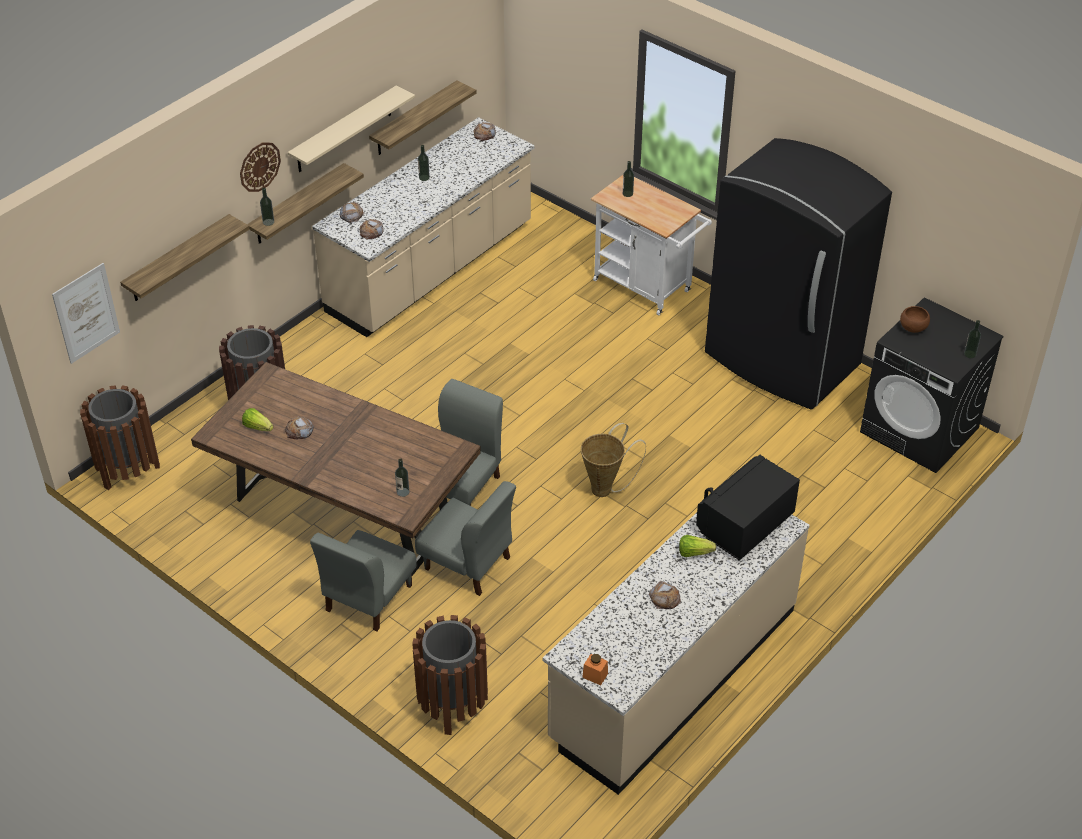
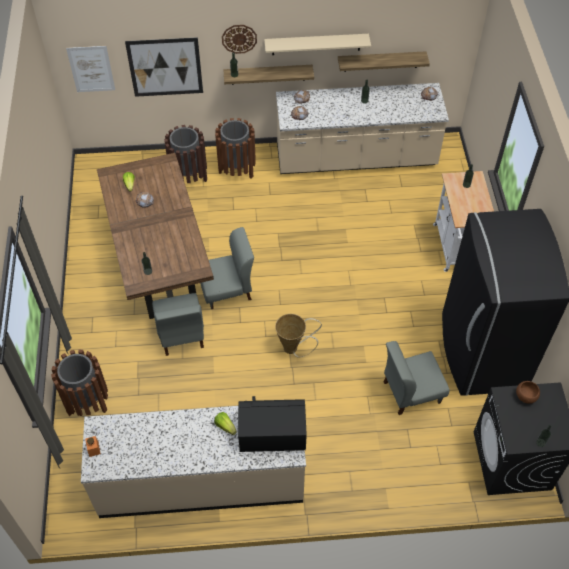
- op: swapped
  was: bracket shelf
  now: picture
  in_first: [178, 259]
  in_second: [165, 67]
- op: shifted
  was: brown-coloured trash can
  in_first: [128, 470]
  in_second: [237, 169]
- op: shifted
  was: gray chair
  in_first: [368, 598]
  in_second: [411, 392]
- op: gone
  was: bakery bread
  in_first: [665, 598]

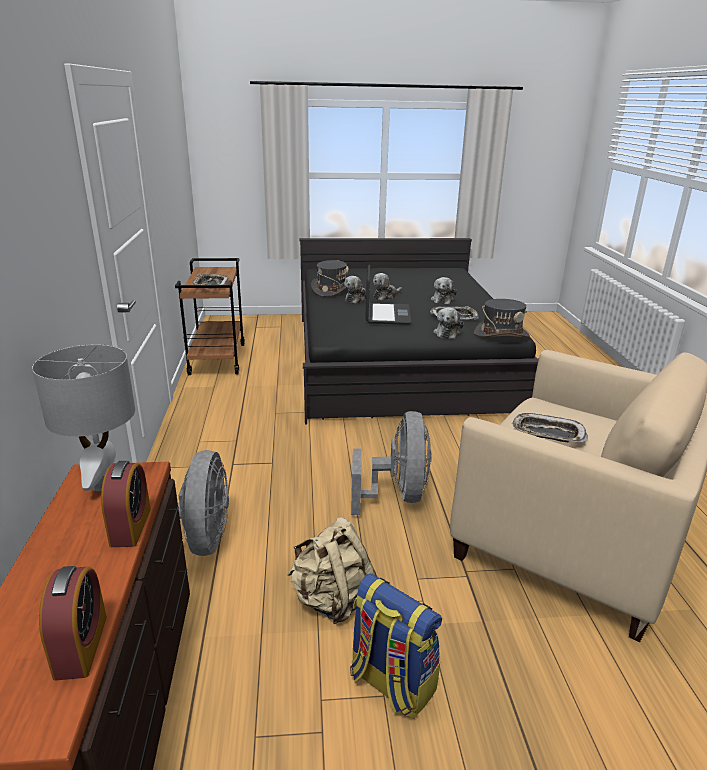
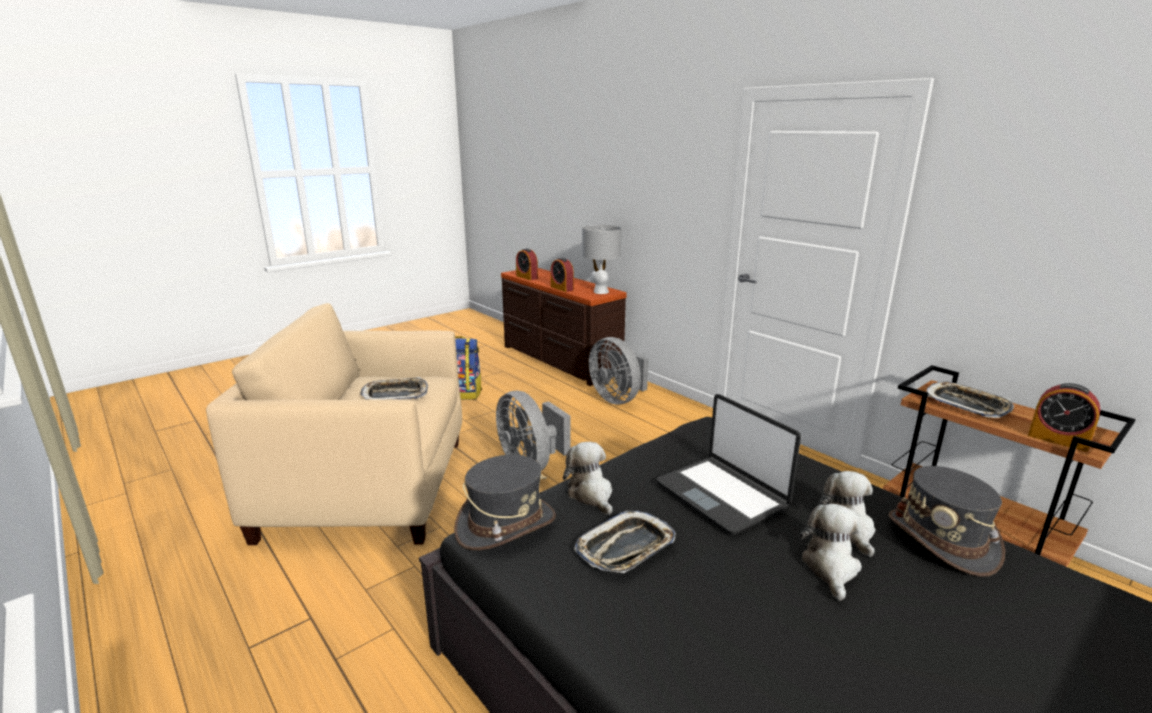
- op: new
  now: table clock
  in_second: [1058, 439]
- op: gone
  was: beige rucksack
  in_first: [331, 600]
- op: gone
  was: plush toy
  in_first: [442, 300]

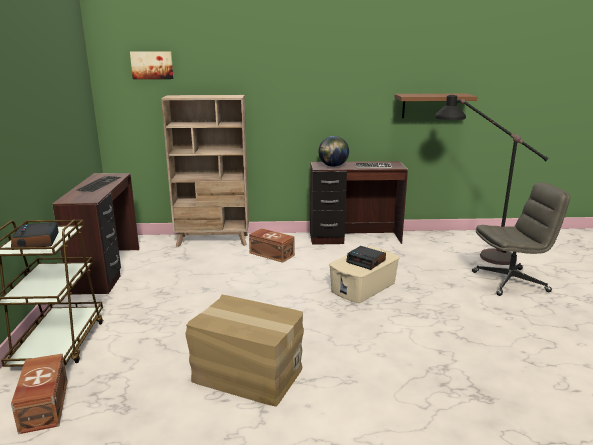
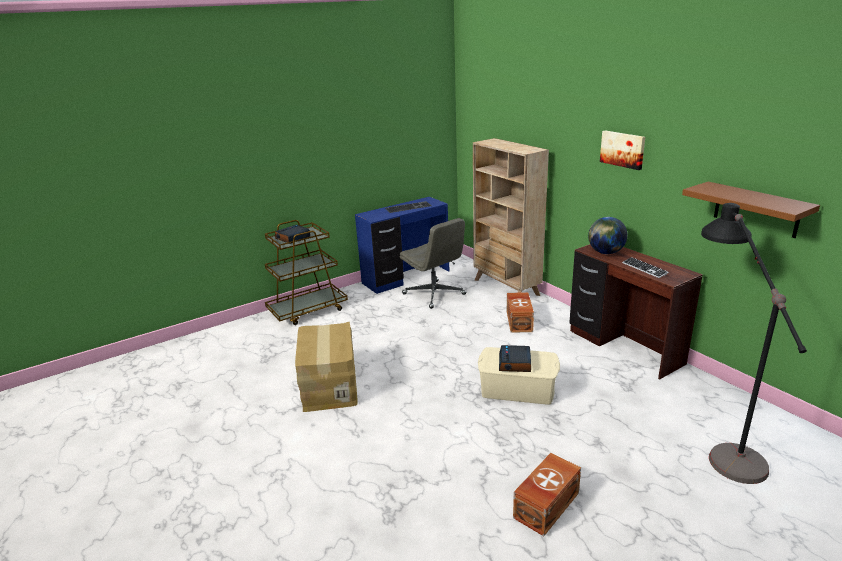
- op: repainted
  was: brown-coloured desk
  now: bluish desk
  in_first: [108, 270]
  in_second: [406, 277]
- op: shifted
  was: gray desk chair
  in_first: [510, 281]
  in_second: [434, 294]
- op: shifted
  was: brown-coloured storage box
  in_first: [43, 406]
  in_second: [545, 505]
- op: shifted
  was: picture
  in_first: [152, 65]
  in_second: [623, 149]

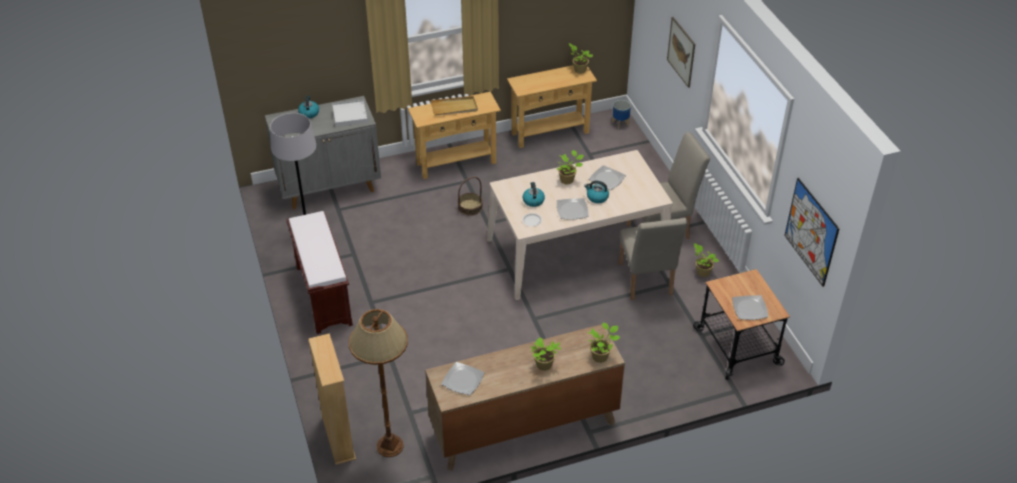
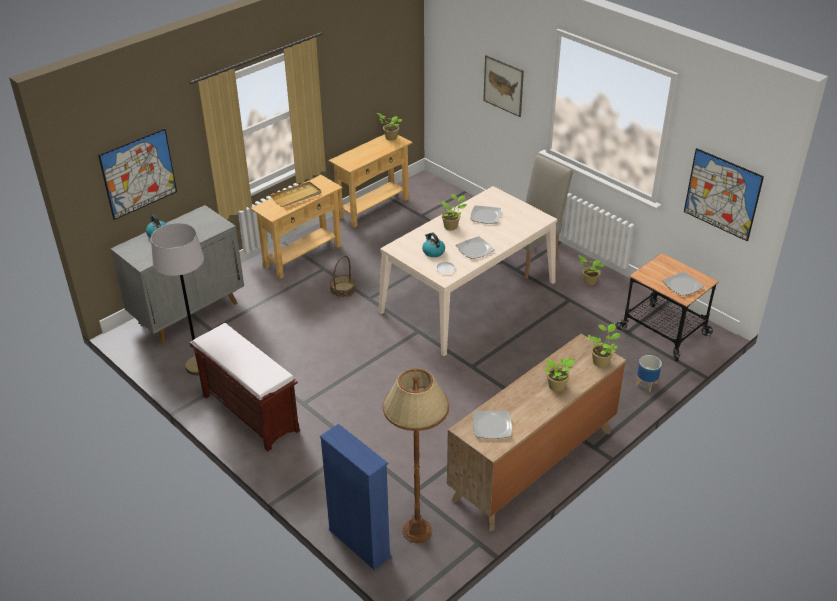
- op: new
  now: picture
  in_second: [138, 173]
- op: repainted
  was: beige bookshelf
  now: bluish bookshelf
  in_first: [338, 438]
  in_second: [359, 543]
- op: shifted
  was: plant pot
  in_first: [620, 123]
  in_second: [646, 384]
- op: gone
  was: white-coloured carrying tray
  in_first: [350, 115]
- op: gone
  was: tea kettle
  in_first: [597, 197]
- op: gone
  was: beige chair
  in_first: [646, 282]

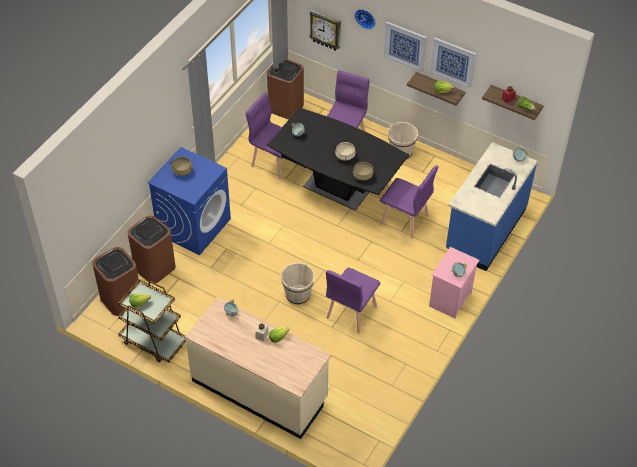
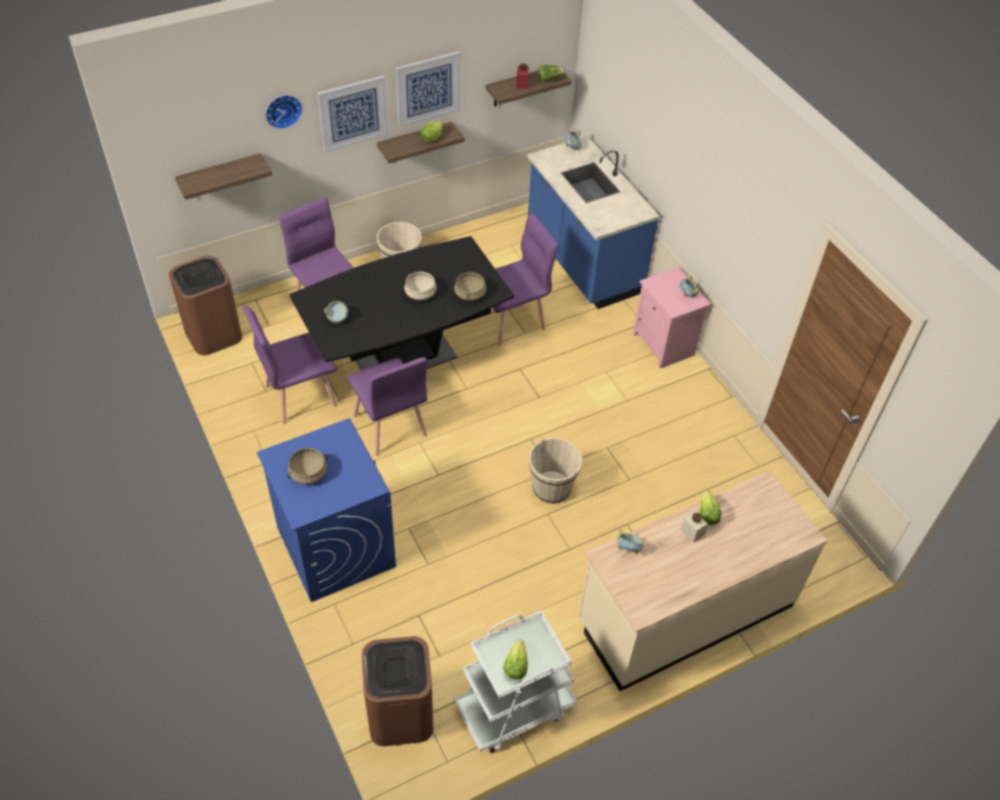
- op: swapped
  was: wall clock
  now: bracket shelf
  in_first: [326, 30]
  in_second: [220, 176]
- op: shifted
  was: purple-coloured chair
  in_first: [351, 312]
  in_second: [389, 426]
- op: repainted
  was: brown-coloured trolley
  now: white-coloured trolley
  in_first: [153, 341]
  in_second: [514, 708]
- op: gone
  was: brown-coloured trash can
  in_first: [154, 267]

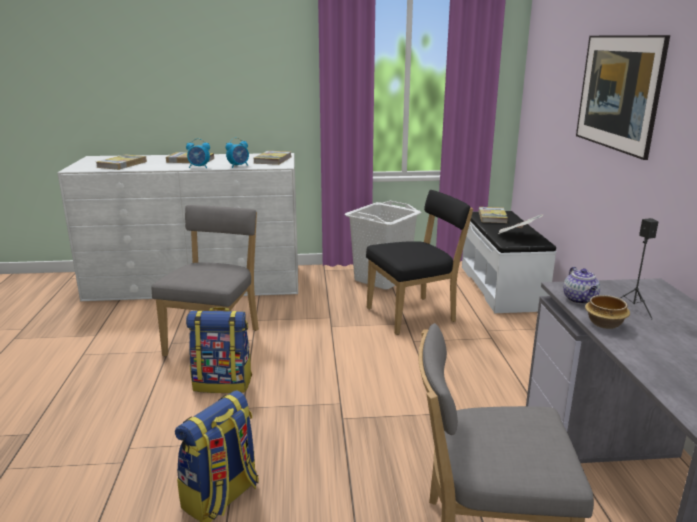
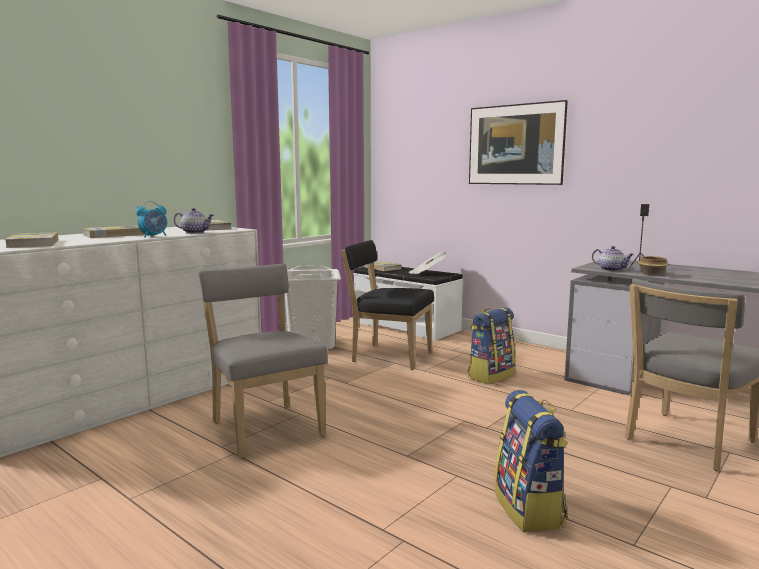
- op: swapped
  was: table clock
  now: pot for tea
  in_first: [239, 166]
  in_second: [195, 232]
- op: rotated
  was: blackish chair
  in_first: [414, 314]
  in_second: [388, 356]
  clockwise: -90
- op: shifted
  was: rucksack
  in_first: [223, 383]
  in_second: [490, 376]

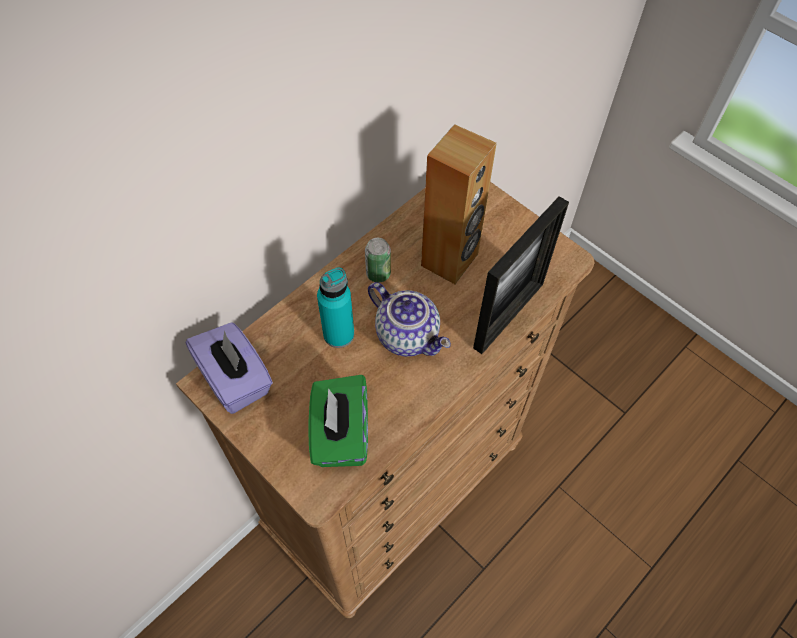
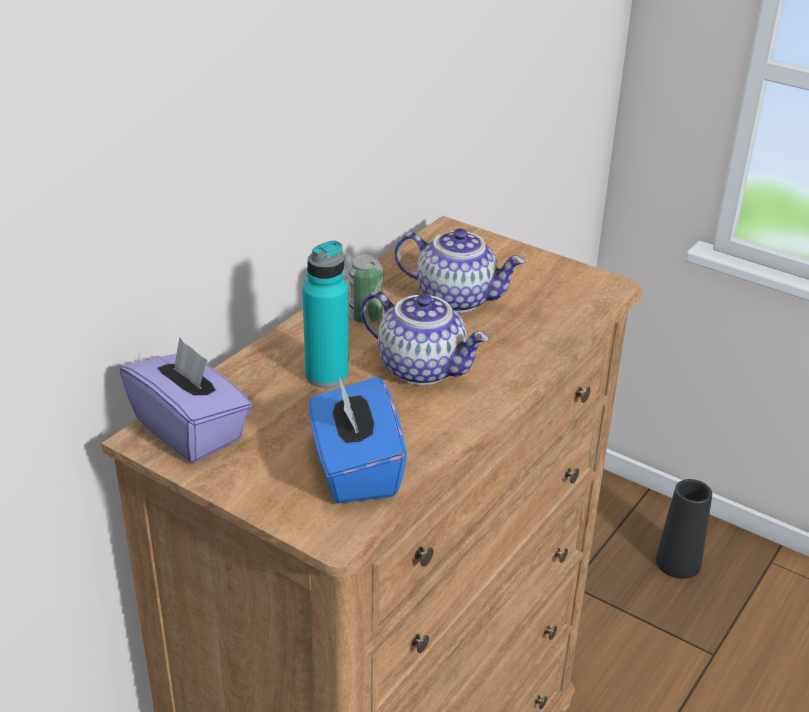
- op: repainted
  was: green-coloured tissue box
  now: bluish tissue box
  in_first: [340, 434]
  in_second: [355, 469]
- op: swapped
  was: brown-coloured loudspeaker
  now: pot for tea
  in_first: [450, 260]
  in_second: [457, 298]
- op: new
  now: blackish decorative vase
  in_second: [678, 562]
- op: gone
  was: photo frame
  in_first: [508, 315]

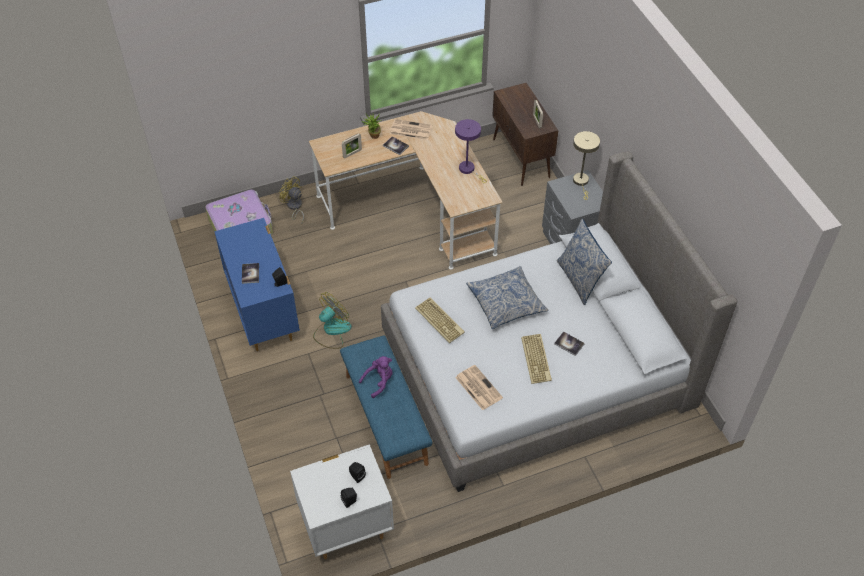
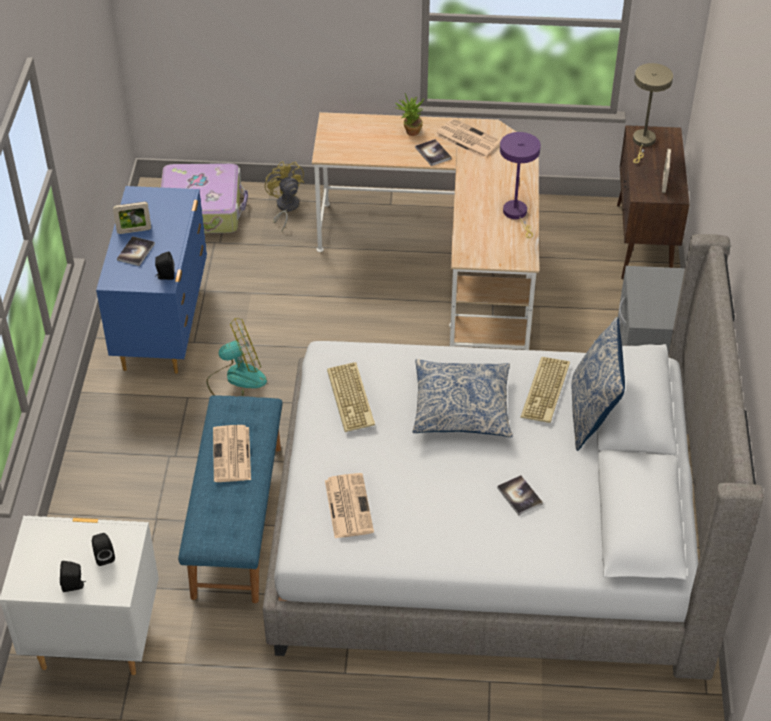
- op: shifted
  was: photo frame
  in_first: [352, 153]
  in_second: [134, 230]
- op: swapped
  was: purple-coloured plush toy
  now: daily paper
  in_first: [379, 381]
  in_second: [232, 455]
- op: shifted
  was: computer keyboard
  in_first: [537, 359]
  in_second: [546, 391]
- op: shifted
  was: beige tabletop lamp
  in_first: [581, 182]
  in_second: [643, 142]

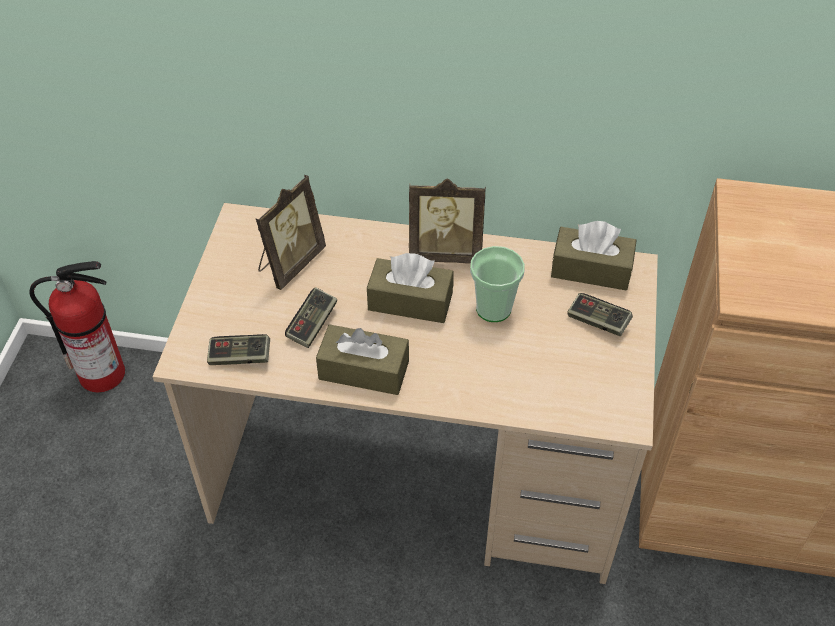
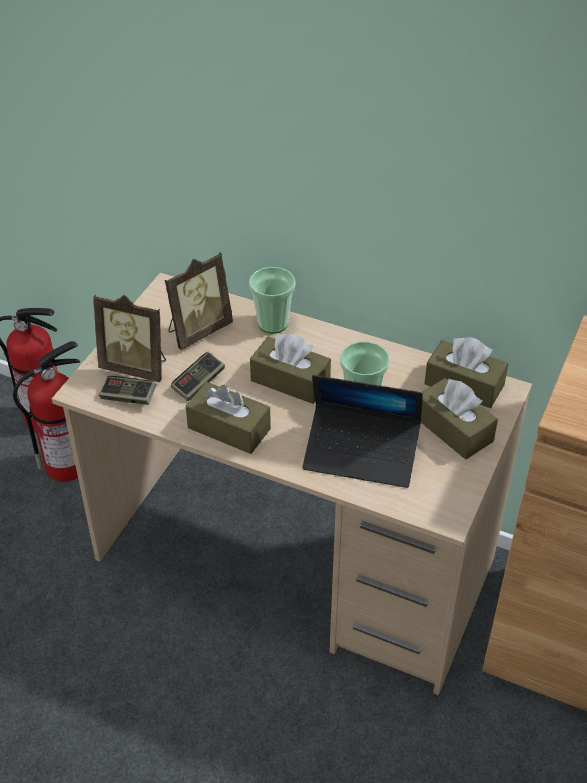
- op: new
  now: extinguisher
  in_second: [68, 464]
- op: shifted
  was: photo frame
  in_first: [445, 252]
  in_second: [136, 367]
- op: new
  now: small cup
  in_second: [273, 323]
- op: new
  now: notebook computer
  in_second: [361, 454]
- op: swapped
  was: gamepad
  now: brown-coloured tissue box
  in_first: [598, 321]
  in_second: [453, 429]

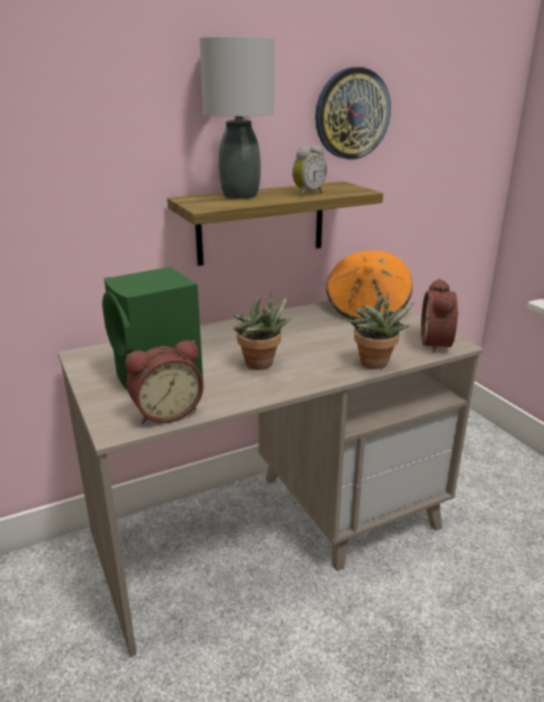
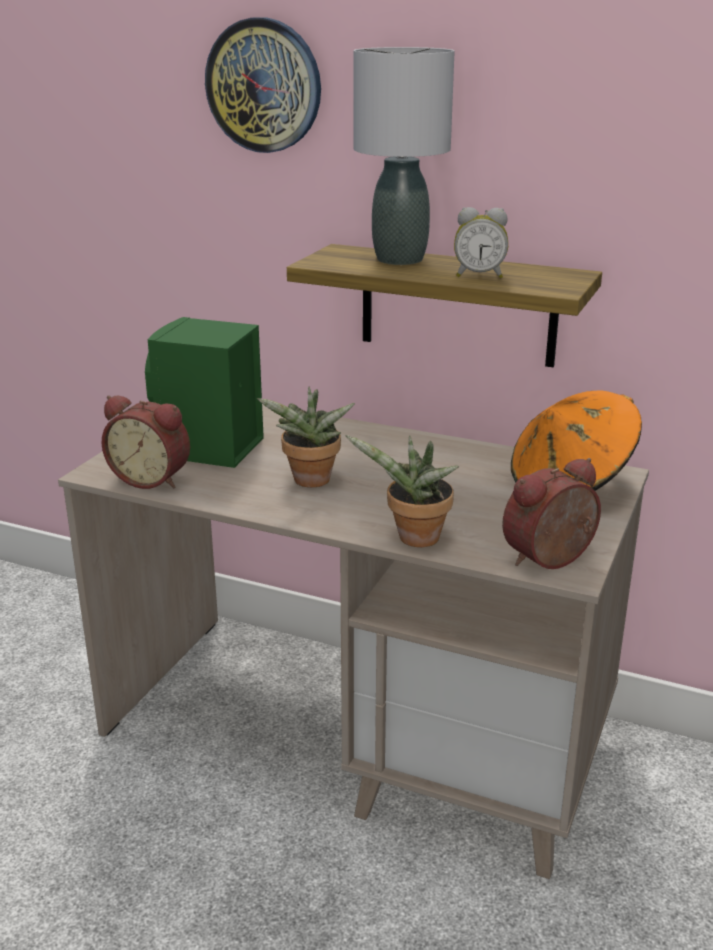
- op: shifted
  was: wall clock
  in_first: [352, 114]
  in_second: [264, 86]

